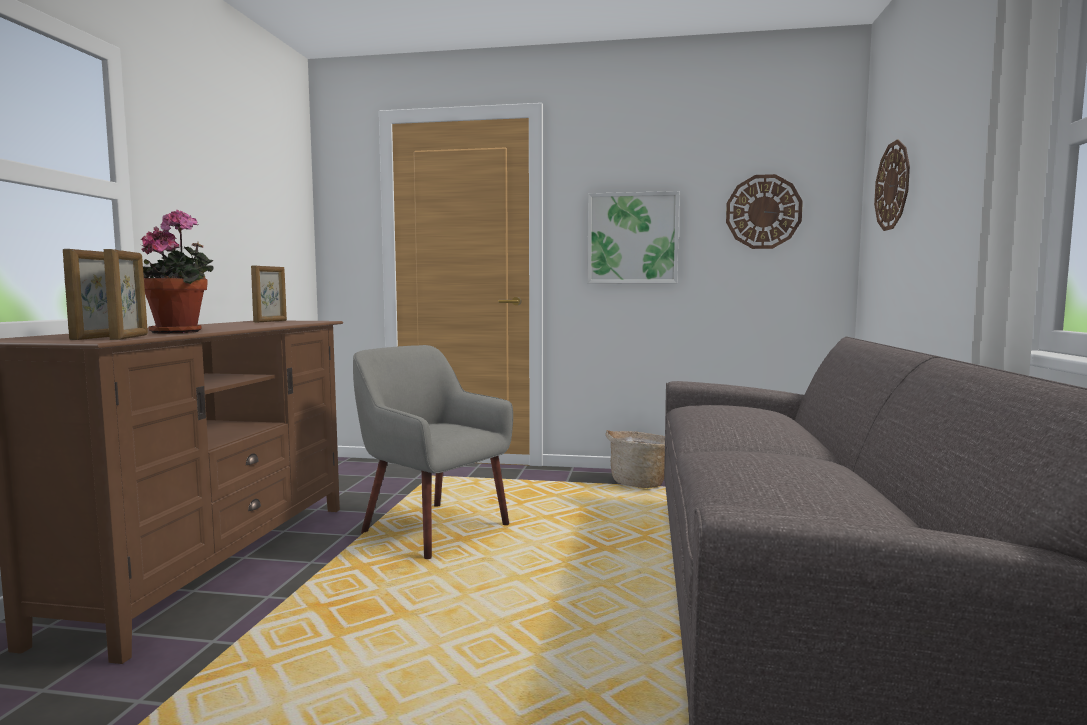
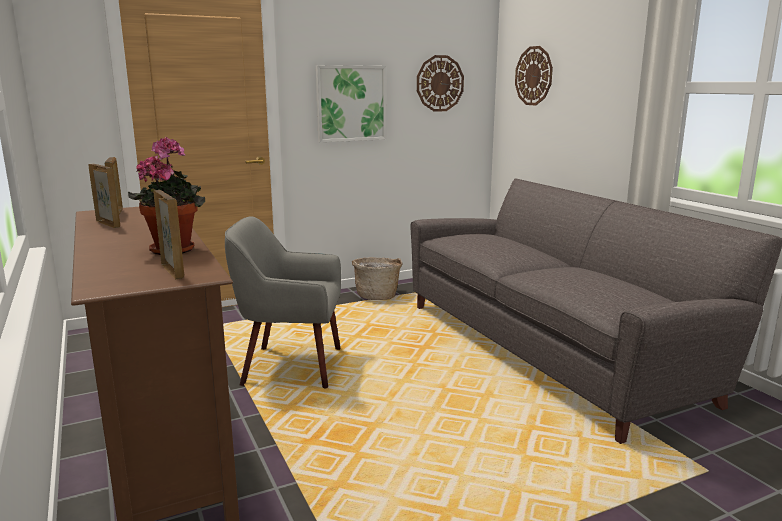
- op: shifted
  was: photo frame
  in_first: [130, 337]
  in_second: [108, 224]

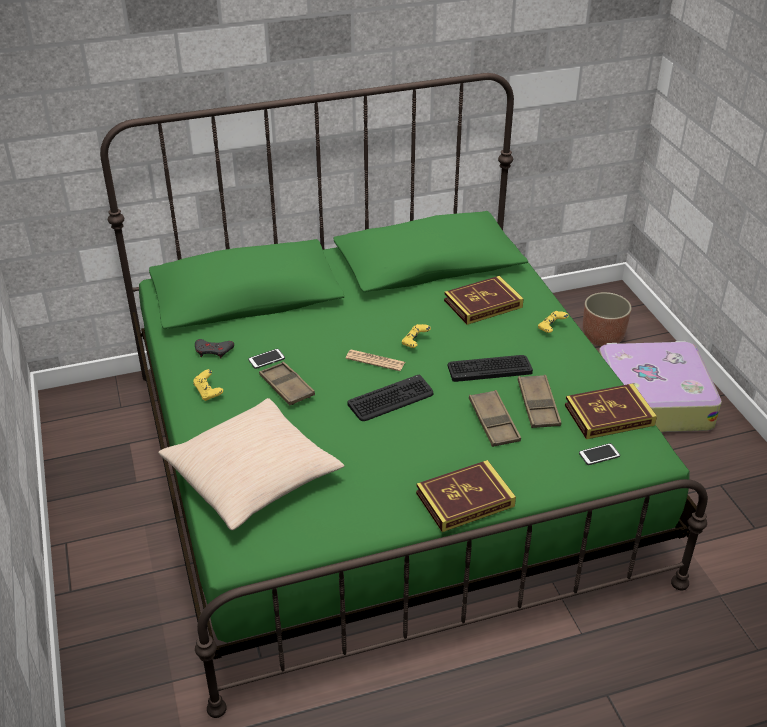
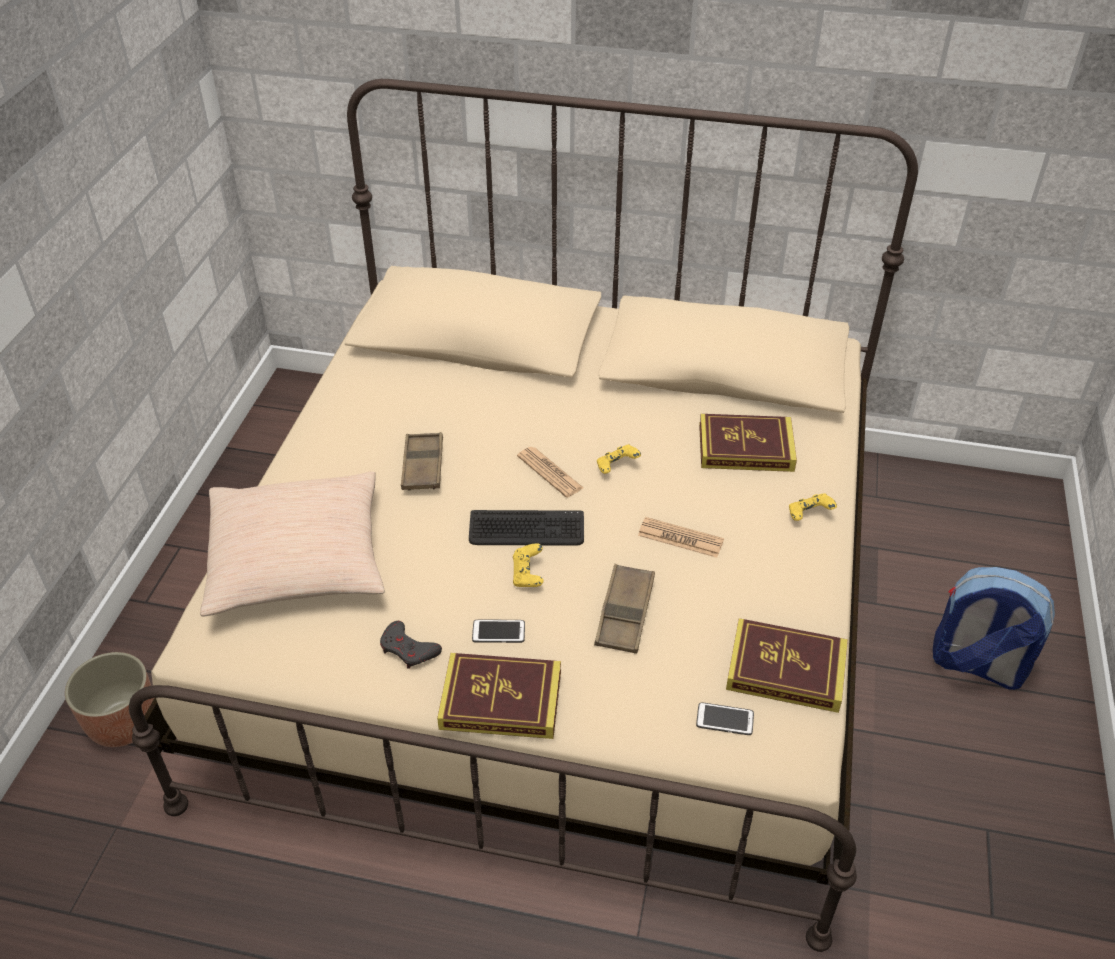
- op: shifted
  was: plant pot
  in_first: [602, 337]
  in_second: [124, 723]
- op: repainted
  was: green-coloured bedroom bed
  now: beige bedroom bed
  in_first: [382, 470]
  in_second: [557, 609]
- op: shifted
  was: gray gamepad
  in_first: [213, 351]
  in_second: [408, 649]
- op: shifted
  was: telephone
  in_first: [266, 359]
  in_second: [498, 632]
- op: shifted
  was: yellowish gamepad
  in_first: [208, 392]
  in_second: [528, 575]
- op: swapped
  was: computer keyboard
  now: daily paper
  in_first: [489, 368]
  in_second: [680, 538]
- op: swapped
  was: suitcase
  now: rucksack
  in_first: [651, 400]
  in_second: [976, 664]
- op: gone
  was: brown-coloured carrying tray
  in_first: [538, 405]

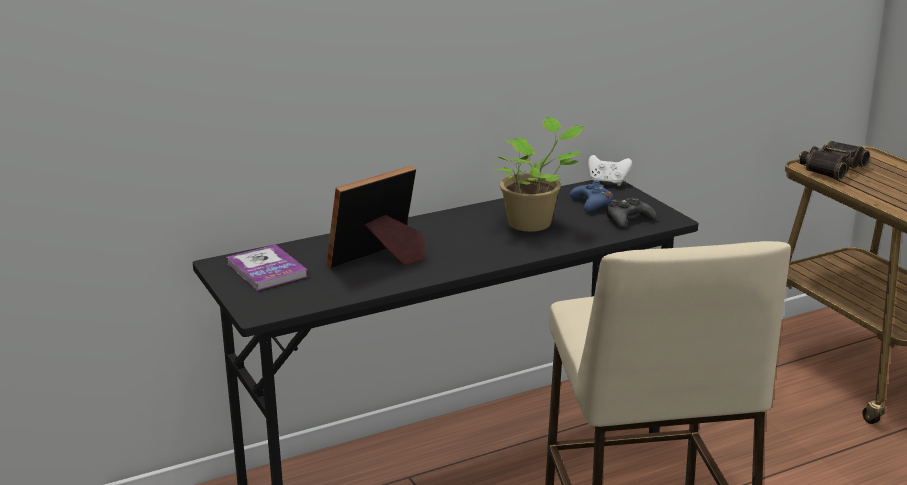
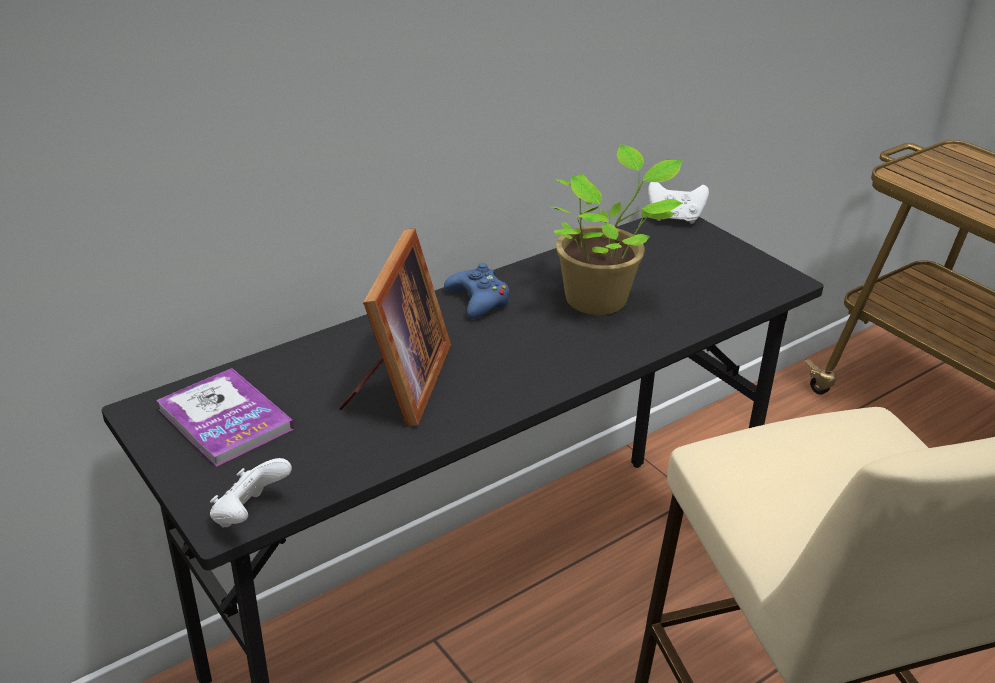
- op: new
  now: white-coloured gamepad
  in_second: [250, 515]
- op: rotated
  was: photo frame
  in_first: [381, 259]
  in_second: [399, 384]
  clockwise: 150
- op: shifted
  was: bluish gamepad
  in_first: [592, 204]
  in_second: [478, 301]
- op: gone
  was: blackish gamepad
  in_first: [628, 219]
- op: gone
  was: pair of binoculars
  in_first: [831, 167]

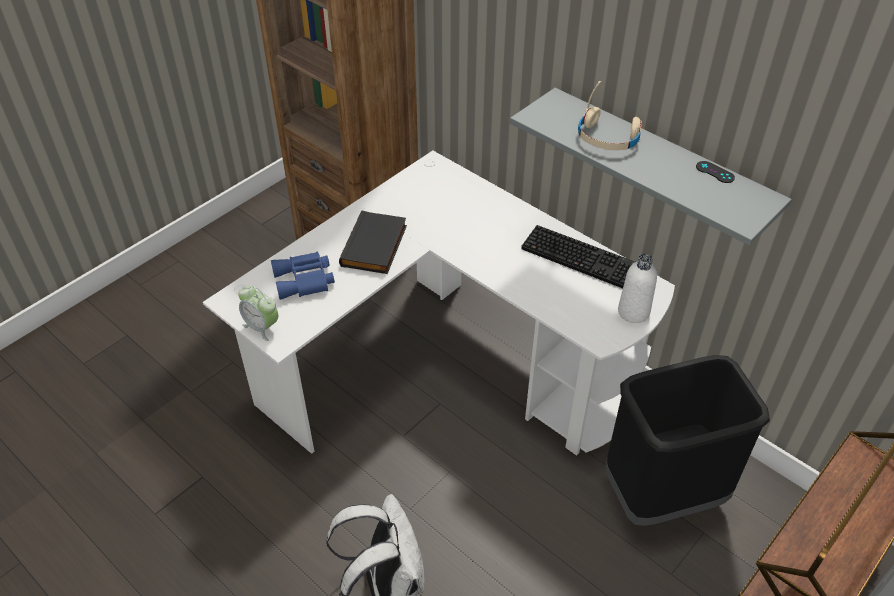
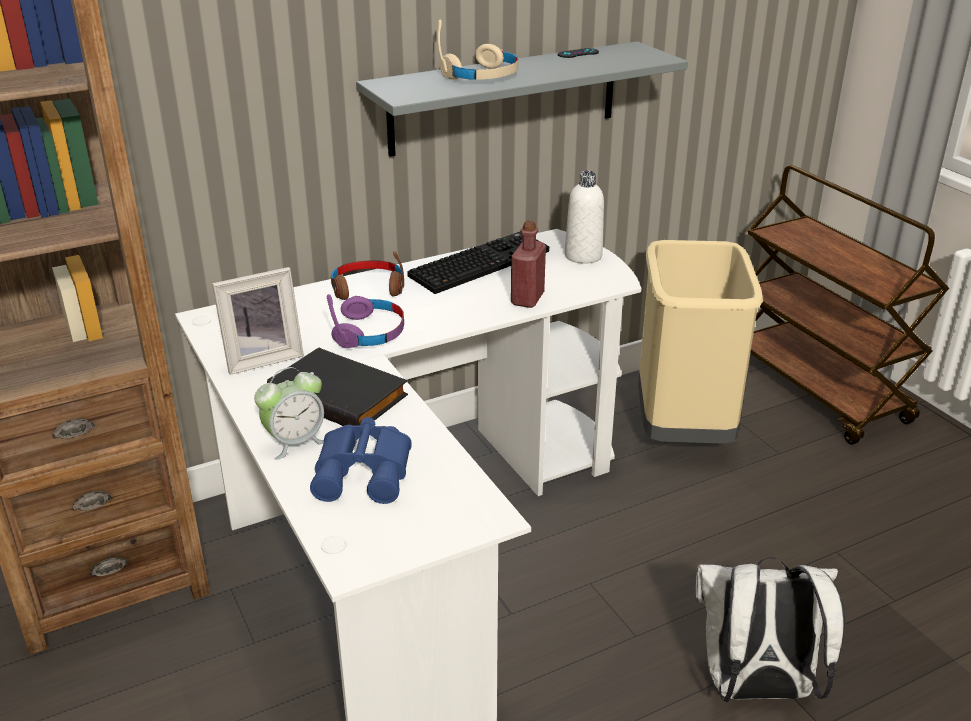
- op: new
  now: photo frame
  in_second: [262, 358]
- op: shifted
  was: table clock
  in_first: [262, 327]
  in_second: [295, 442]
- op: new
  now: purple-coloured pair of headphones
  in_second: [370, 333]
- op: new
  now: brown-coloured pair of headphones
  in_second: [368, 288]
- op: new
  now: red-coloured drink bottle
  in_second: [527, 299]
- op: repainted
  was: blackish trash can
  now: beige trash can
  in_first: [662, 495]
  in_second: [683, 430]

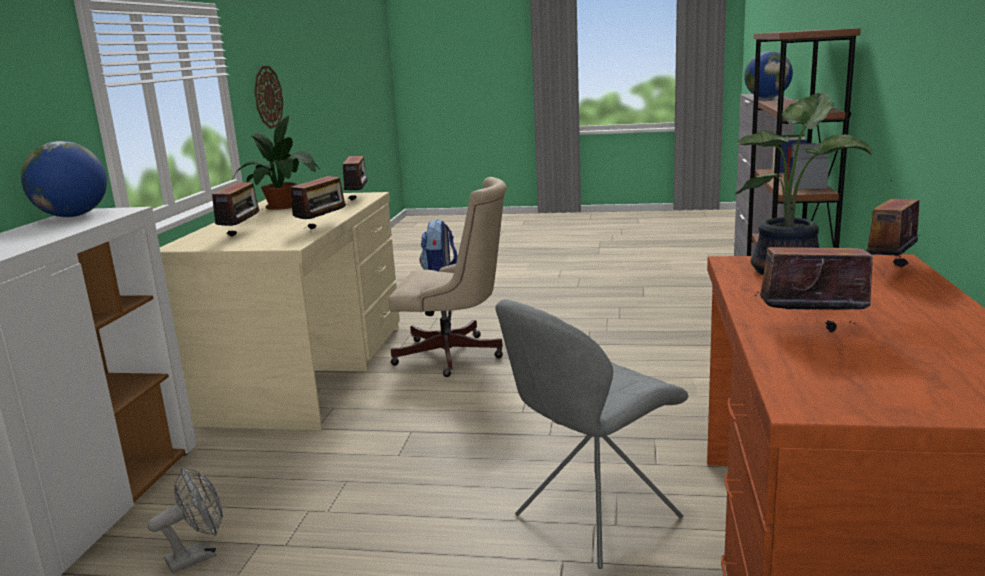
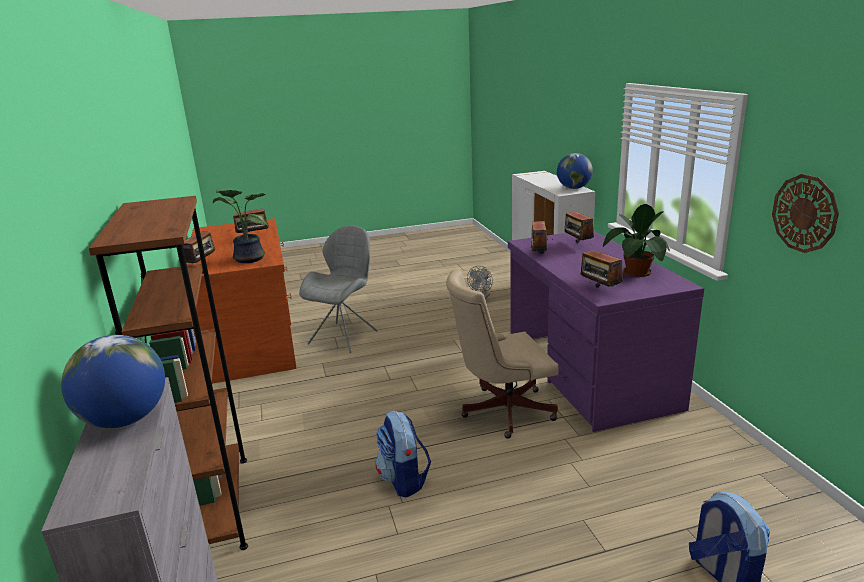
- op: new
  now: rucksack
  in_second: [404, 480]
- op: repainted
  was: beige desk
  now: purple-coloured desk
  in_first: [307, 371]
  in_second: [588, 373]

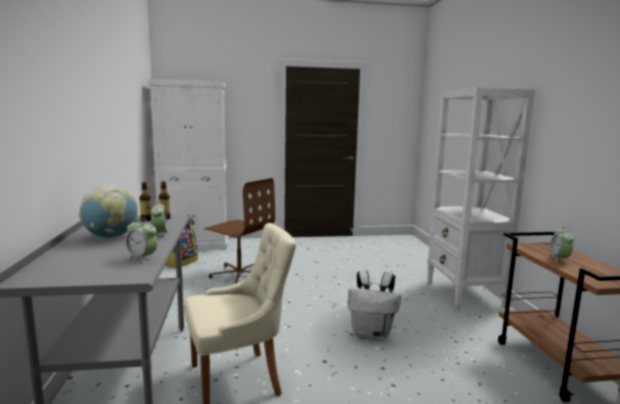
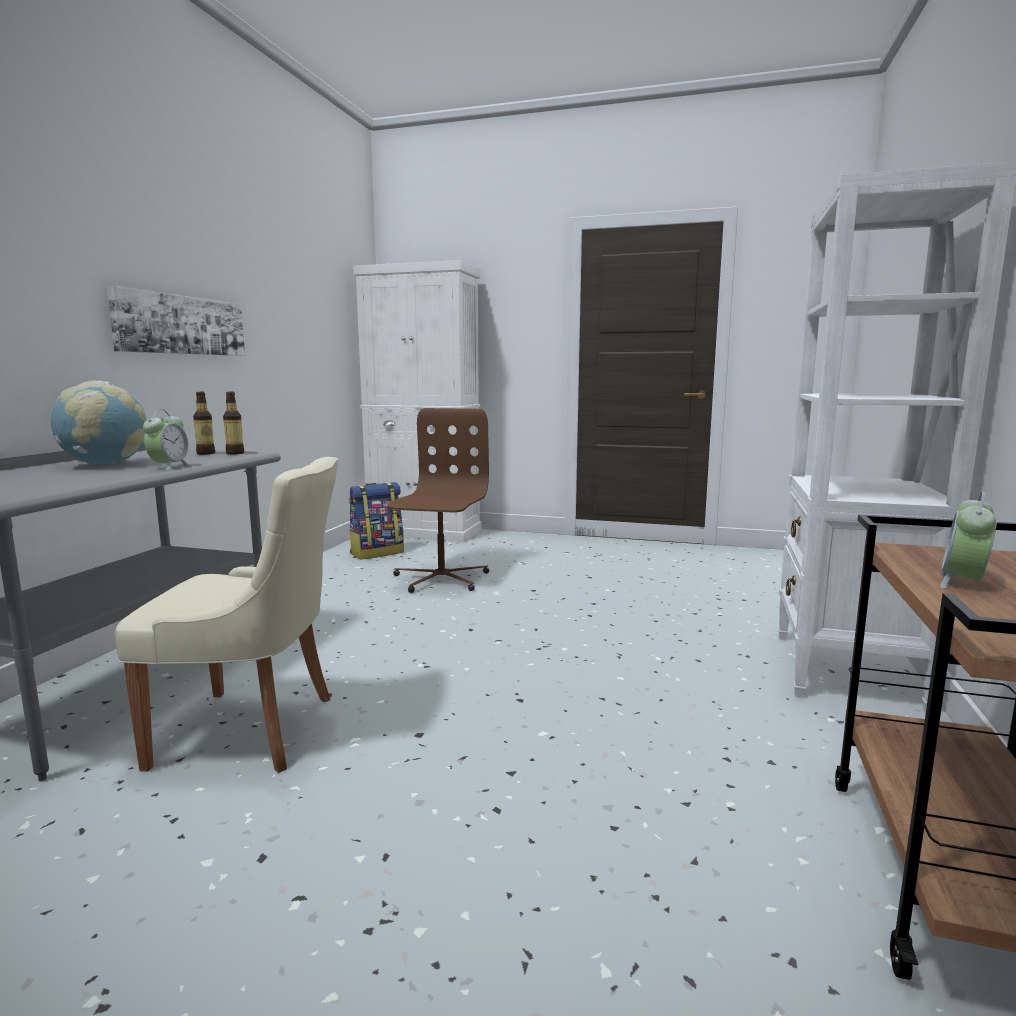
- op: new
  now: picture
  in_second: [181, 325]
- op: rotated
  was: brown-coloured desk chair
  in_first: [239, 274]
  in_second: [440, 579]
  clockwise: -135
- op: gone
  was: table clock
  in_first: [142, 259]
- op: gone
  was: white-coloured rucksack
  in_first: [372, 334]

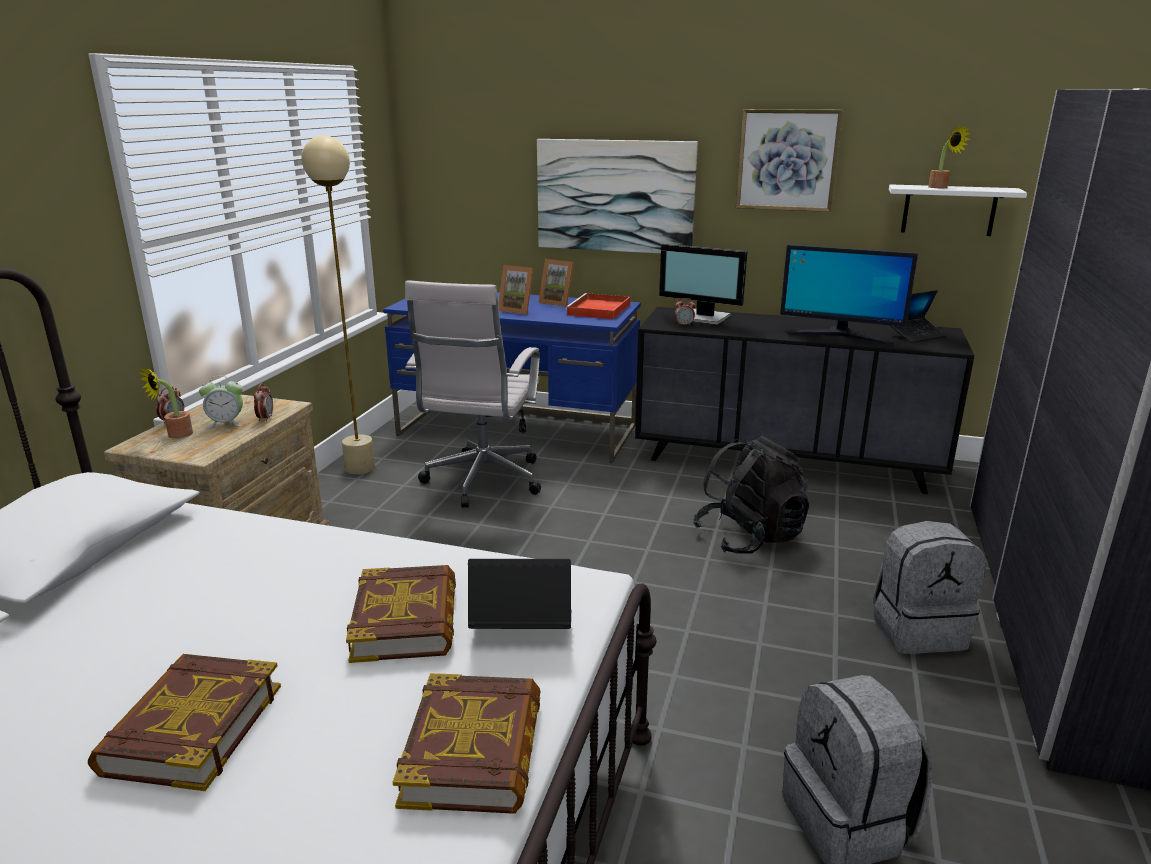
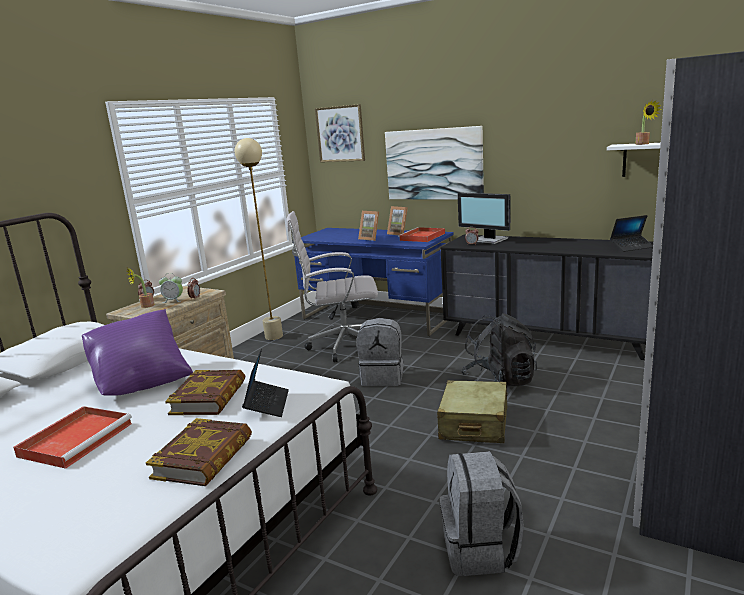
- op: swapped
  was: bound book
  now: red-coloured carrying tray
  in_first: [192, 729]
  in_second: [77, 438]
- op: new
  now: purple-coloured cushion
  in_second: [142, 381]
- op: rotated
  was: notebook computer
  in_first: [521, 628]
  in_second: [267, 404]
  clockwise: 75
- op: rotated
  was: white-coloured desk chair
  in_first: [482, 482]
  in_second: [342, 346]
  clockwise: 60
- op: shifted
  was: picture
  in_first: [787, 160]
  in_second: [340, 134]
- op: shifted
  was: gray rucksack
  in_first: [917, 630]
  in_second: [383, 378]
- op: new
  now: beige suitcase
  in_second: [474, 424]
- op: gone
  was: computer display
  in_first: [839, 335]

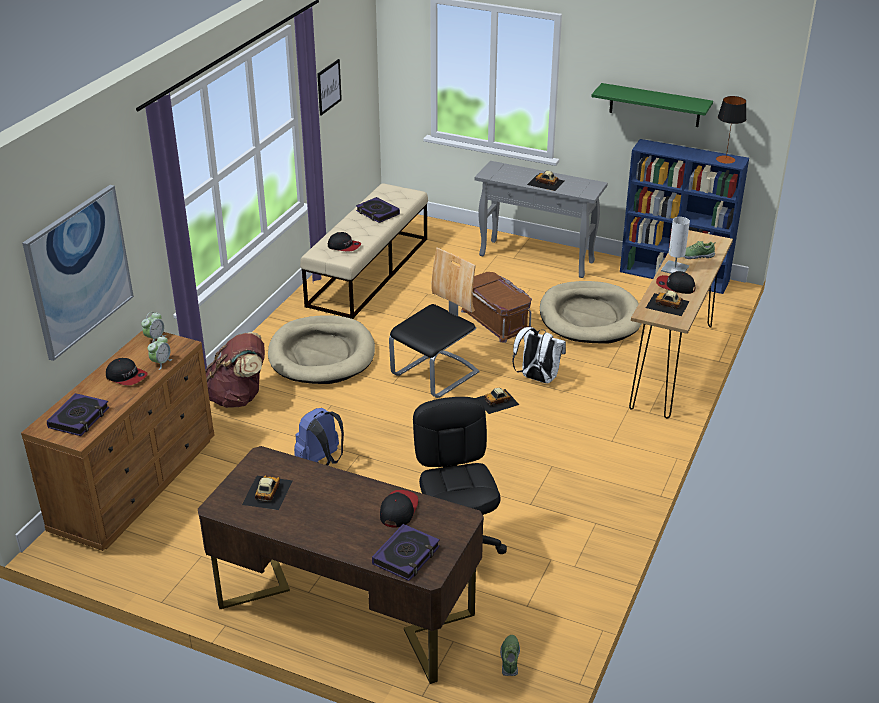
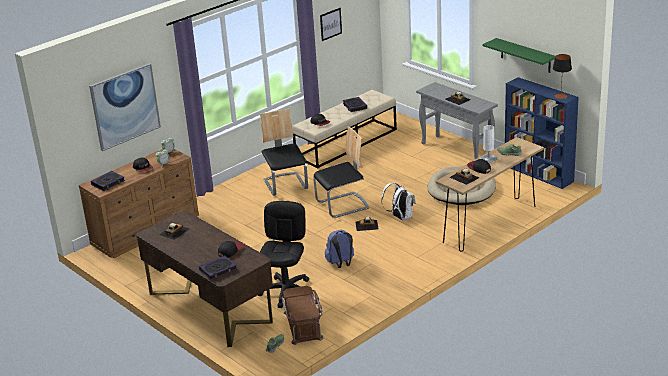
- op: swapped
  was: beige dog bed
  now: chair
  in_first: [322, 354]
  in_second: [286, 184]
- op: shifted
  was: brown-coloured storage box
  in_first: [497, 320]
  in_second: [304, 325]
- op: shifted
  was: bluish rucksack
  in_first: [321, 461]
  in_second: [341, 264]
- op: gone
  was: brown-coloured rucksack
  in_first: [239, 397]

